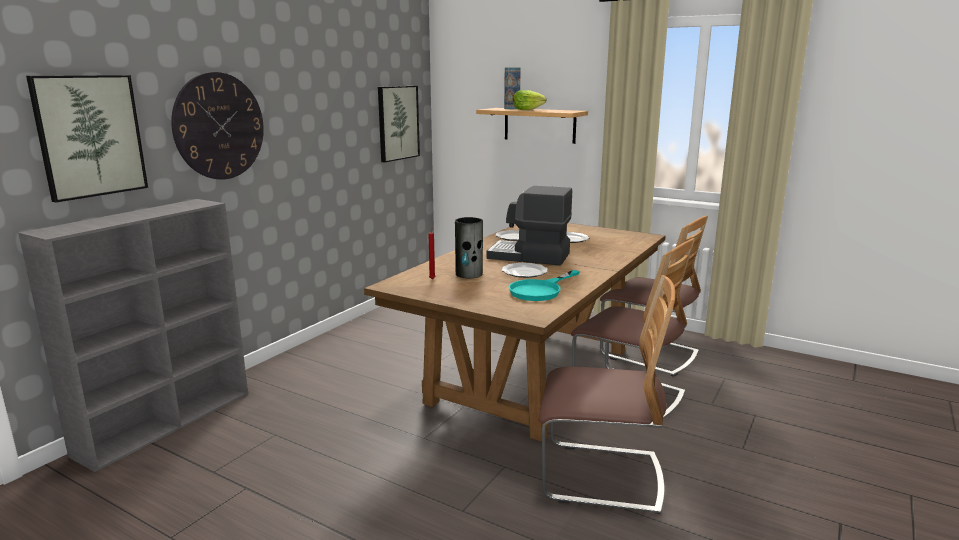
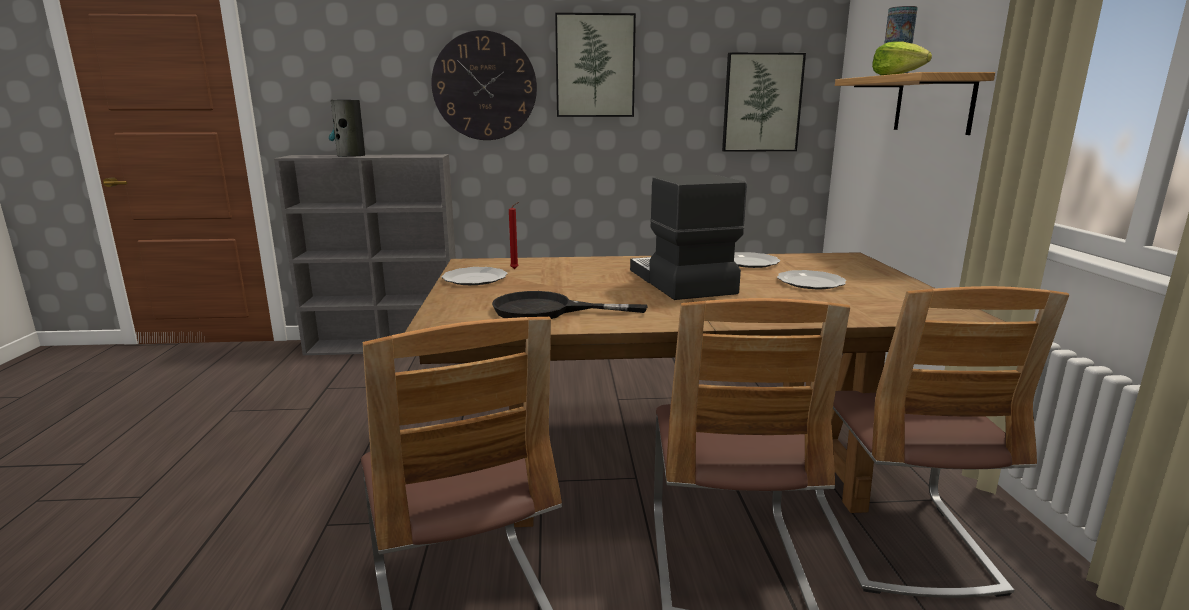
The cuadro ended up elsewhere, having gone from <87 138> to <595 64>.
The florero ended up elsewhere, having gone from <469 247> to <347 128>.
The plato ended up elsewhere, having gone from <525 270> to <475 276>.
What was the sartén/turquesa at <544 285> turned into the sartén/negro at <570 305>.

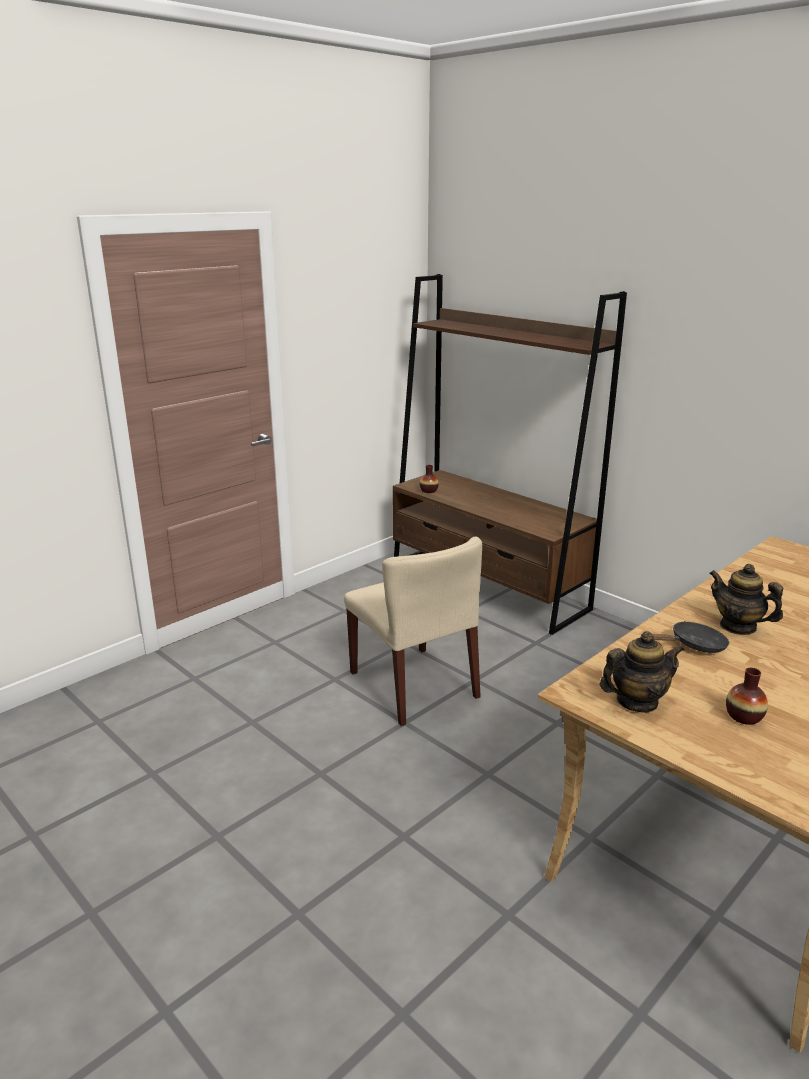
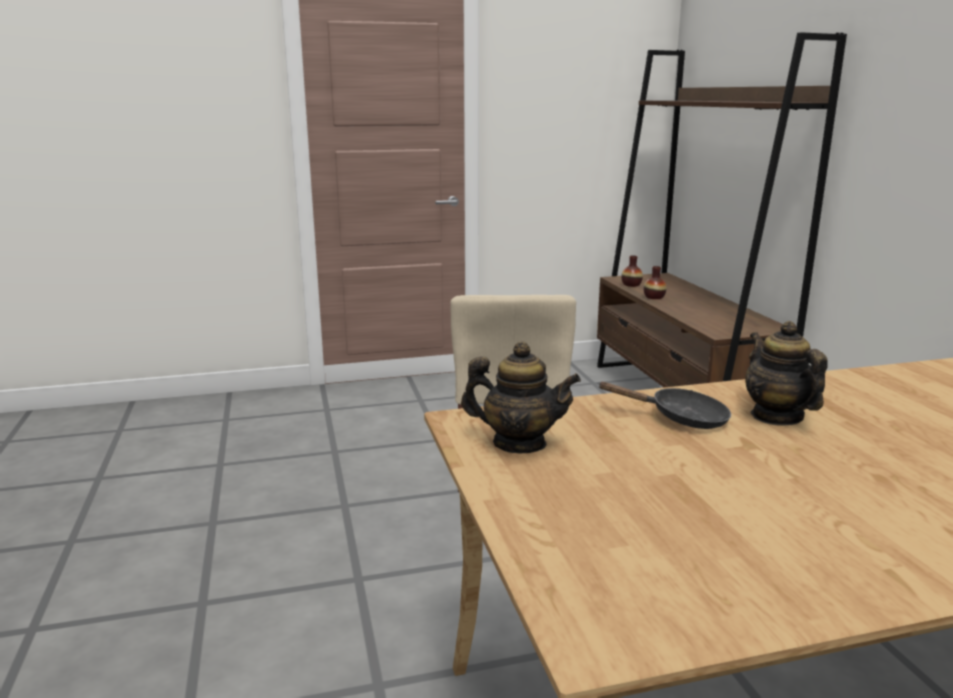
The florero ended up elsewhere, having gone from <747 696> to <655 282>.

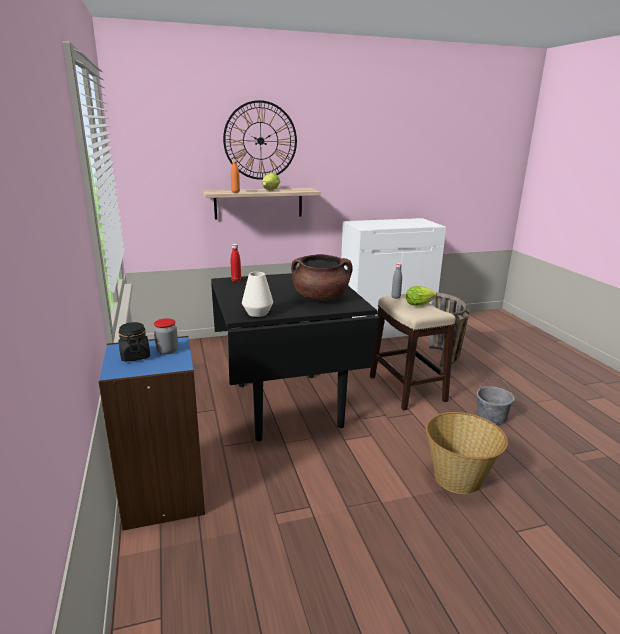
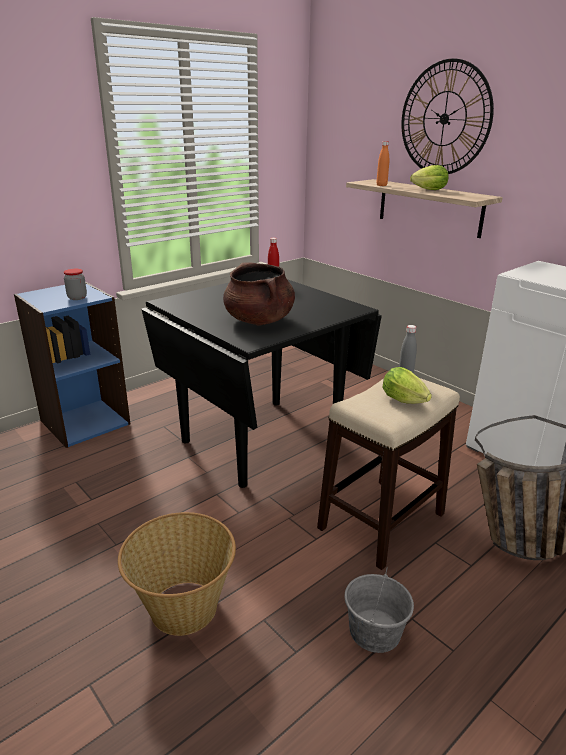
The second view lost the tarro/negro at <134 342>.
The second view lost the florero/blanco at <257 294>.

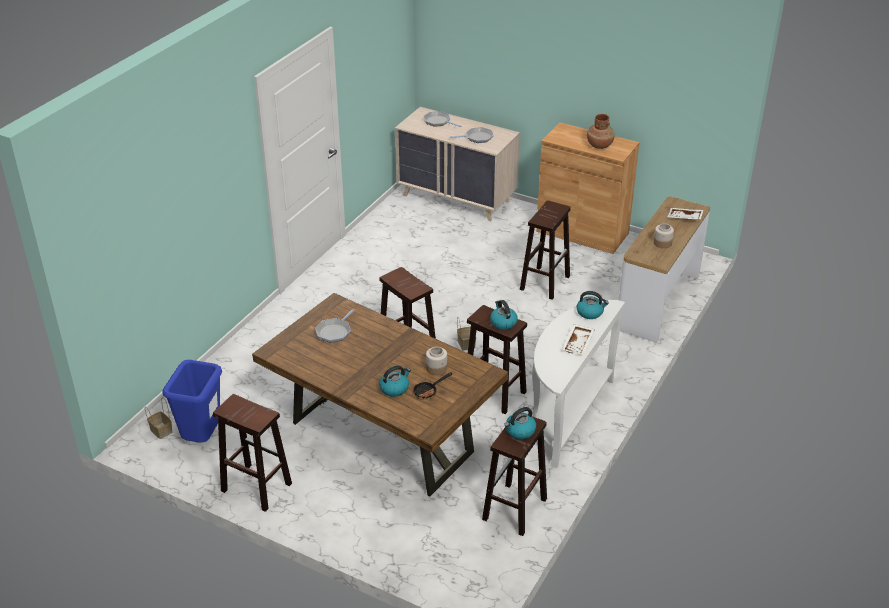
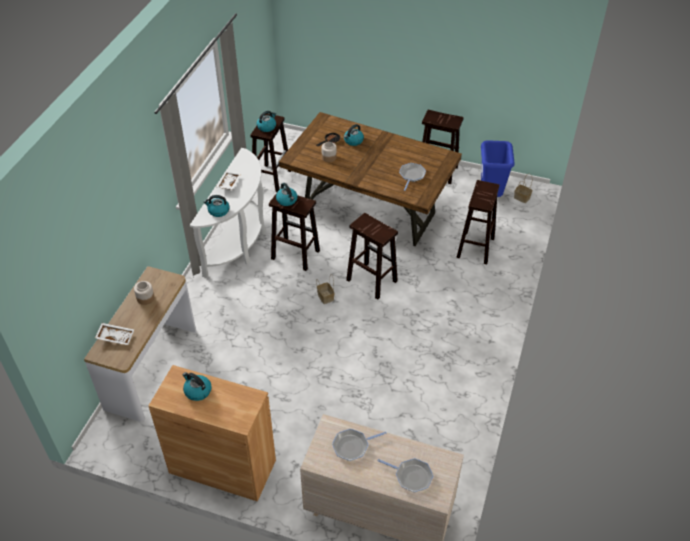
The taburete/marrón ended up elsewhere, having gone from <545 250> to <477 222>.
Where the florero/marrón stood at <601 131>, the hervidor came to stand at <197 386>.

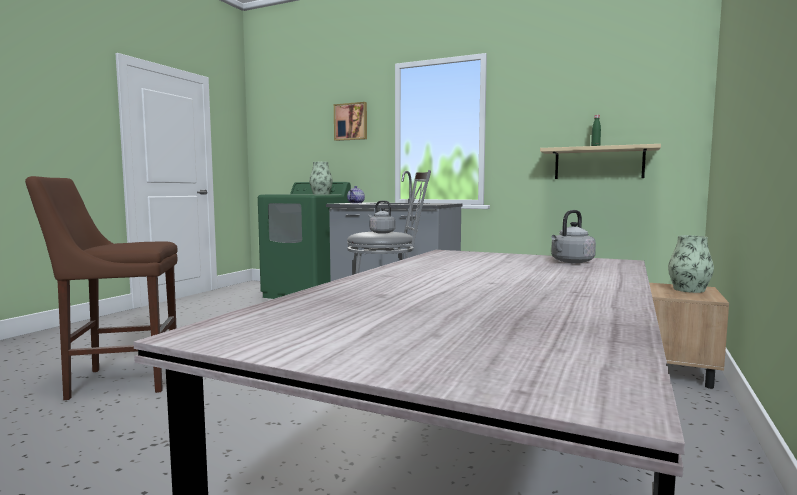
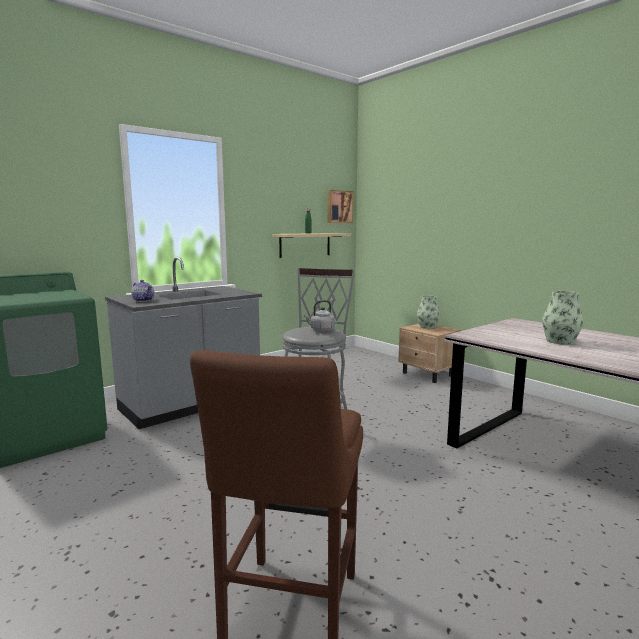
The second view lost the hervidor/gris at <573 236>.
The florero ended up elsewhere, having gone from <321 178> to <562 318>.
The cuadro ended up elsewhere, having gone from <350 121> to <340 206>.

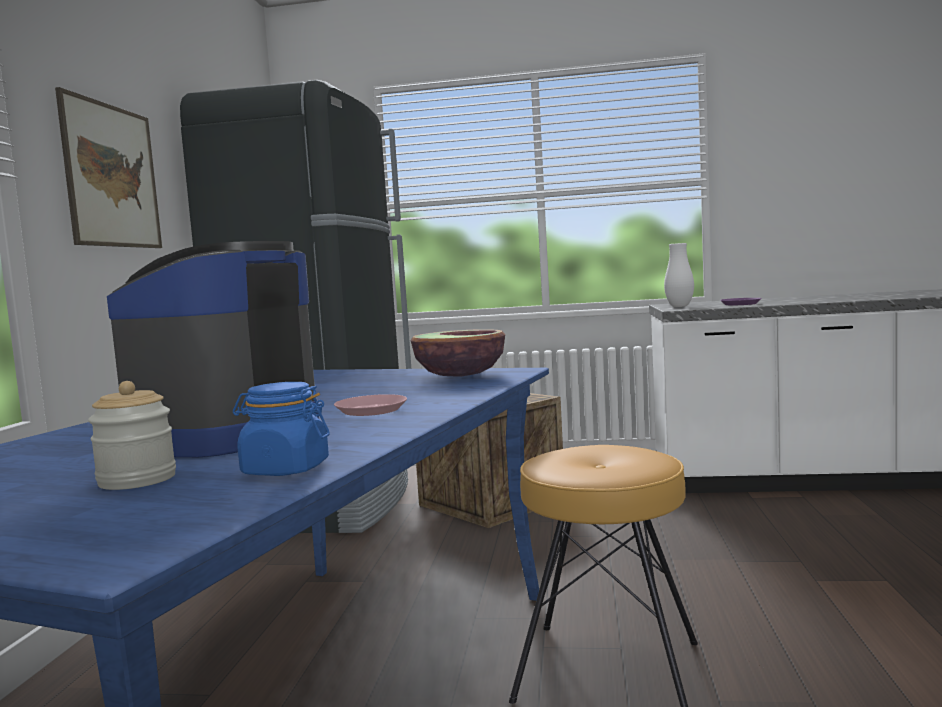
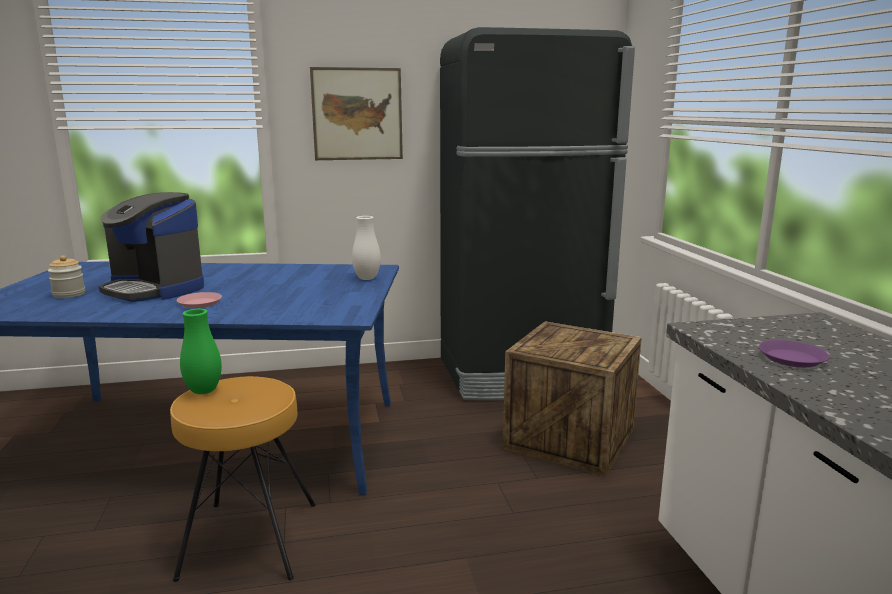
The second view lost the tarro/azul at <281 429>.
The second view lost the cuenco at <457 353>.
The second view gained the florero/verde at <201 351>.
The florero/blanco ended up elsewhere, having gone from <679 275> to <366 248>.
The cafetera at <213 349> ended up facing another way, 150 degrees counterclockwise from before.

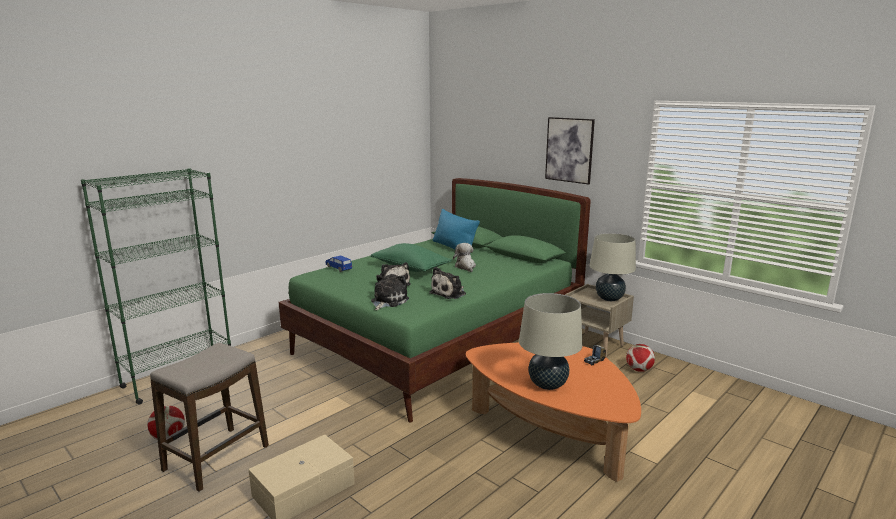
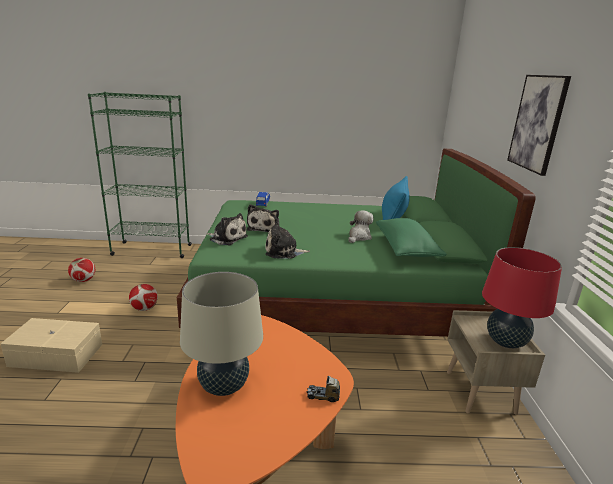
The second view lost the taburete at <209 417>.
The cojín/verde ended up elsewhere, having gone from <411 257> to <411 237>.
The balón de fútbol ended up elsewhere, having gone from <640 358> to <143 297>.
What was the lámpara de mesa/beis at <612 267> turned into the lámpara de mesa/rojo at <522 297>.
The peluche at <390 292> ended up facing another way, 45 degrees clockwise from before.

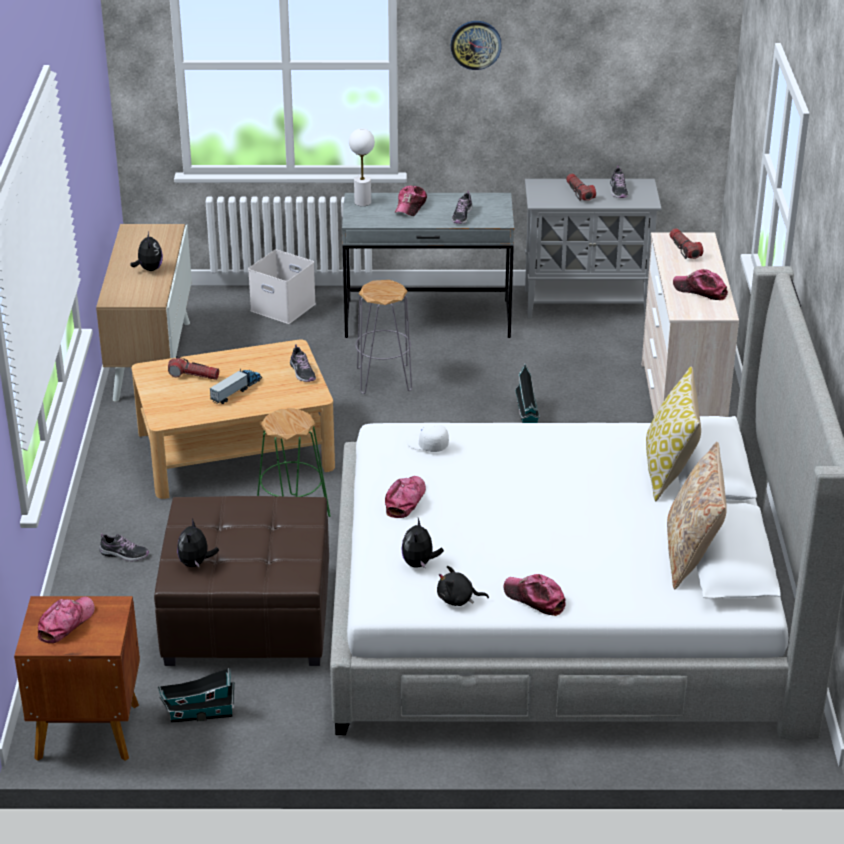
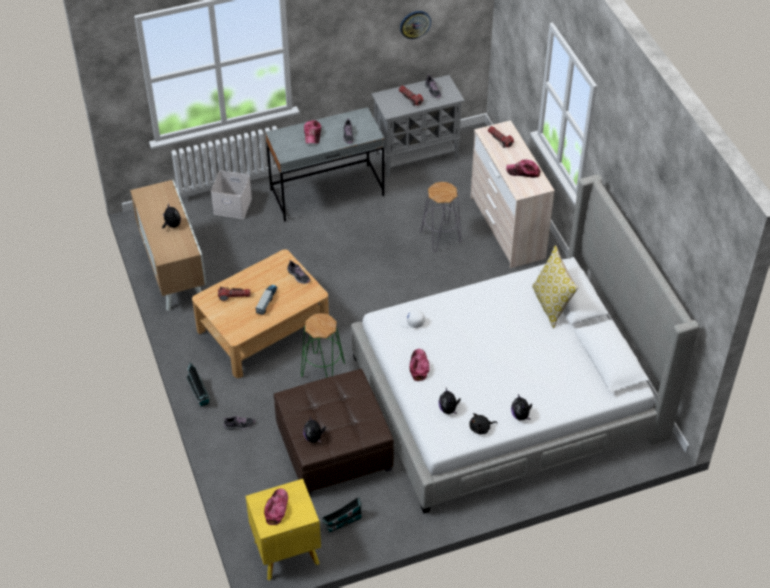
The second view lost the lámpara de mesa/blanco at <362 167>.
The second view lost the cojín/beis at <697 515>.
The taburete/gris ended up elsewhere, having gone from <384 337> to <441 217>.
The reloj de pared ended up elsewhere, having gone from <476 45> to <415 25>.
The casita ended up elsewhere, having gone from <527 393> to <198 385>.
Where the gorra stood at <534 595>, the peluche came to stand at <521 407>.
What was the mesita de noche/marrón at <77 678> turned into the mesita de noche/amarillo at <283 529>.

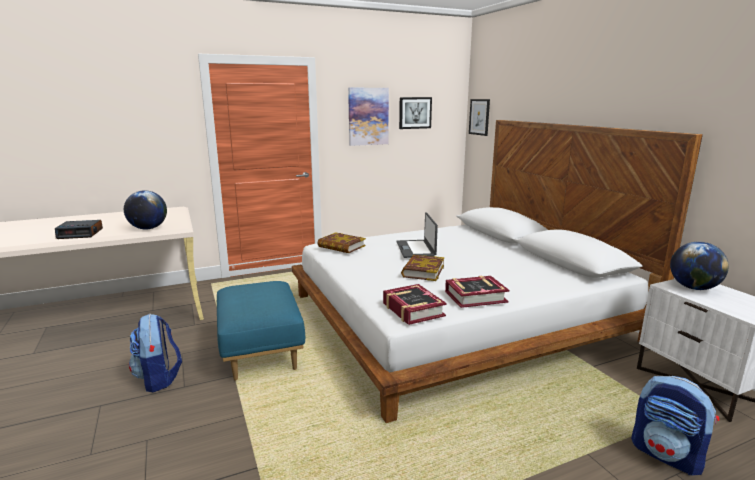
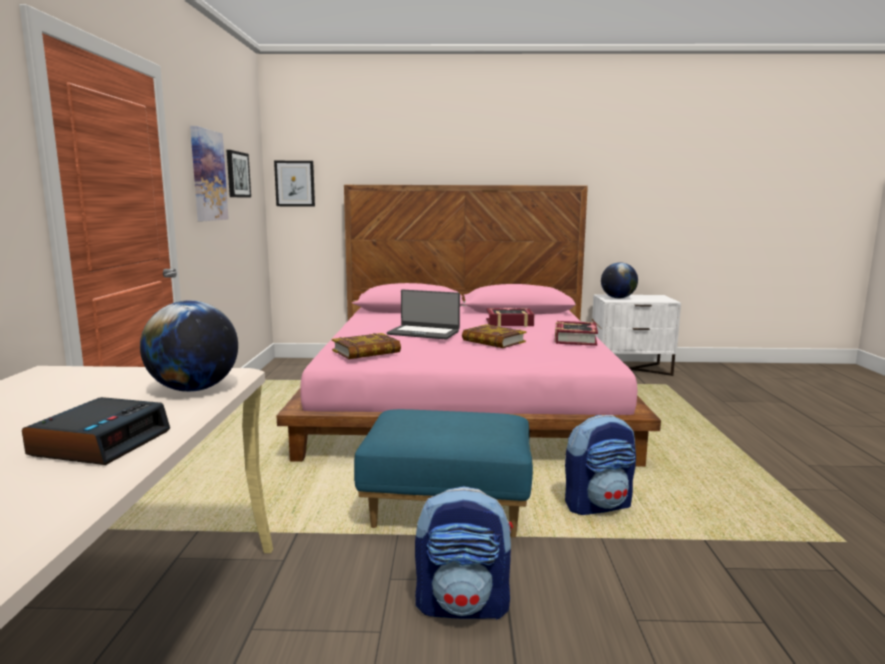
The libro ended up elsewhere, having gone from <414 304> to <510 317>.
The mochila ended up elsewhere, having gone from <675 425> to <600 465>.
What was the cama/blanco at <497 271> turned into the cama/rosa at <468 326>.

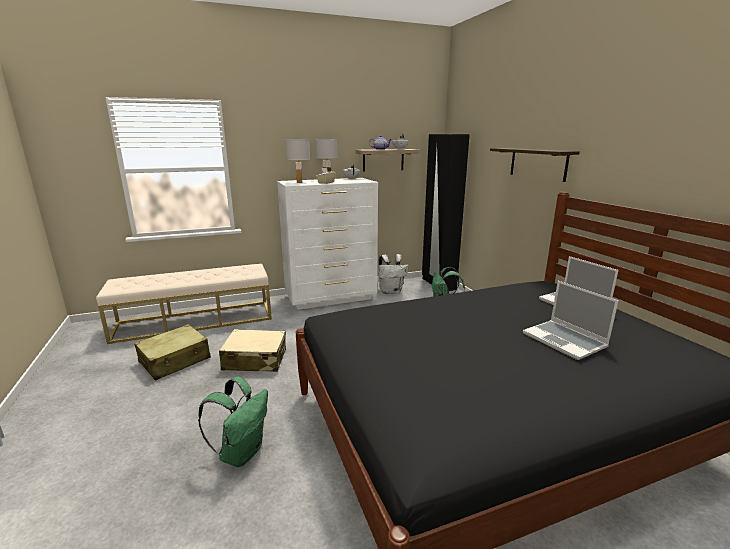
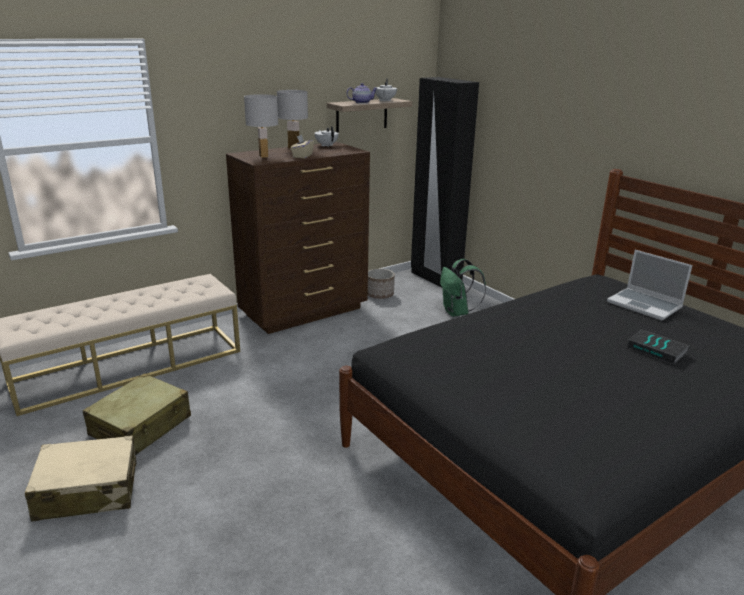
The second view lost the mochila/verde at <233 421>.
The second view lost the estante at <535 165>.
The maleta/beis ended up elsewhere, having gone from <252 350> to <80 478>.
Where the mochila/blanco stood at <393 274>, the maceta came to stand at <381 284>.
Where the portátil stood at <571 320>, the libro came to stand at <658 346>.
What was the cómoda/blanco at <327 244> turned into the cómoda/marrón at <298 238>.

